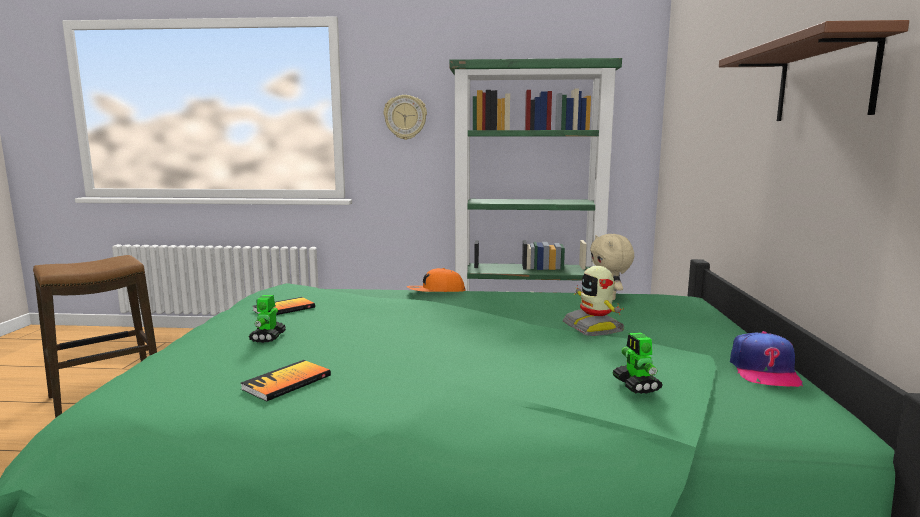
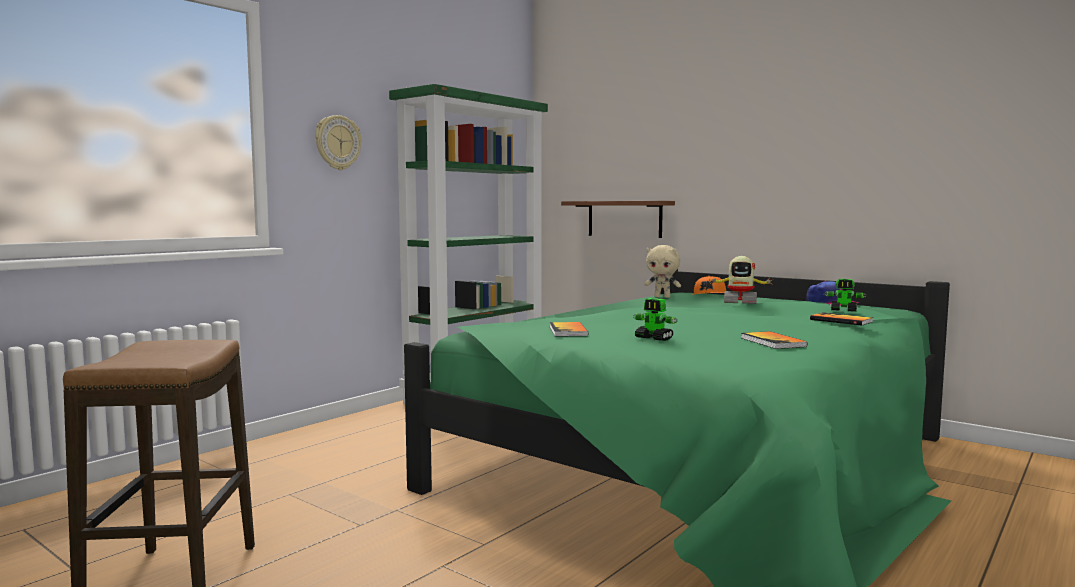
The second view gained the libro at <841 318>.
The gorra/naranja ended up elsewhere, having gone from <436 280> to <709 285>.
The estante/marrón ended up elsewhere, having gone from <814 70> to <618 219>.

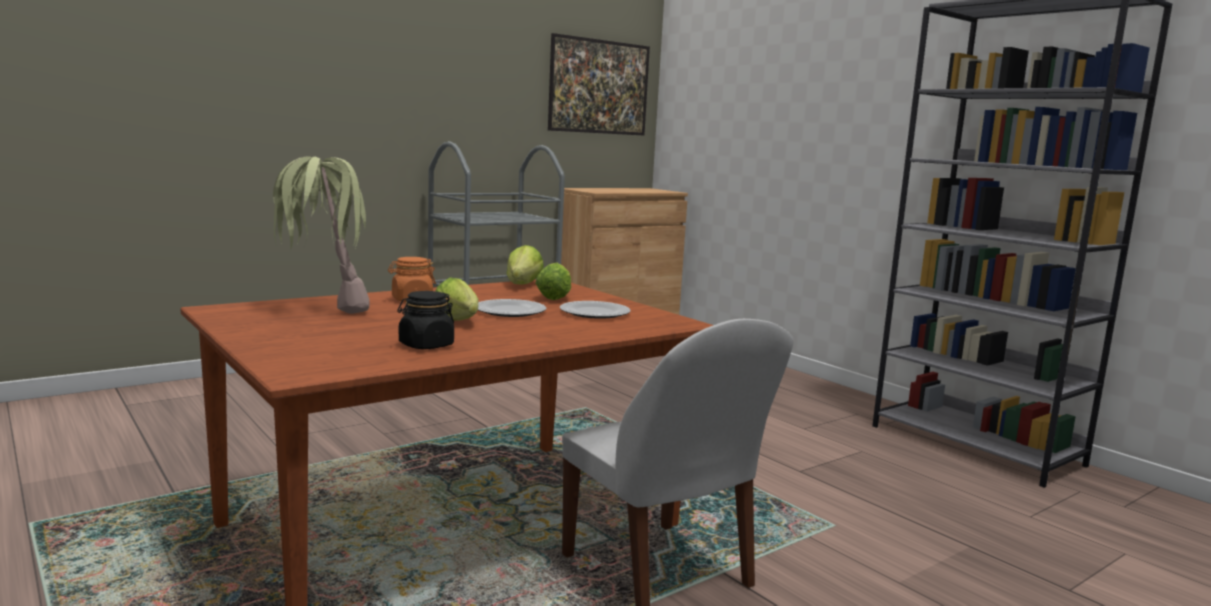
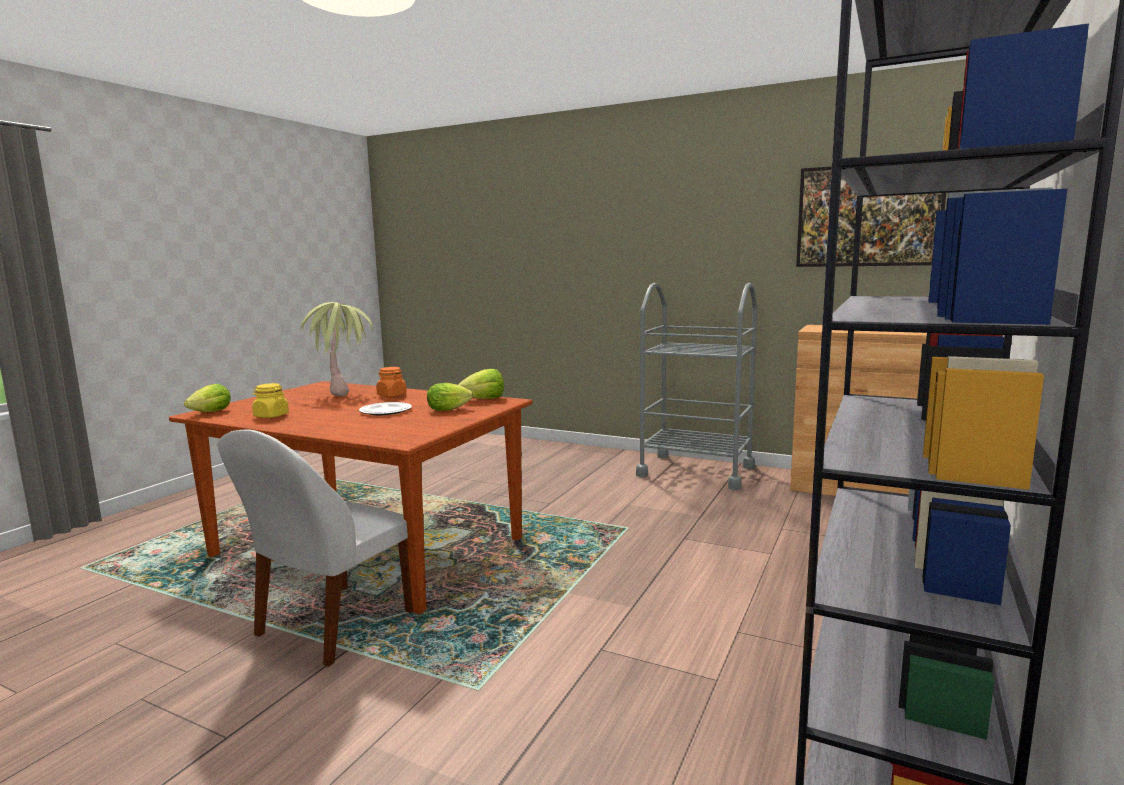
The second view lost the plato at <594 310>.
The lechuga ended up elsewhere, having gone from <457 299> to <207 398>.
What was the tarro/negro at <425 320> turned into the tarro/amarillo at <270 400>.

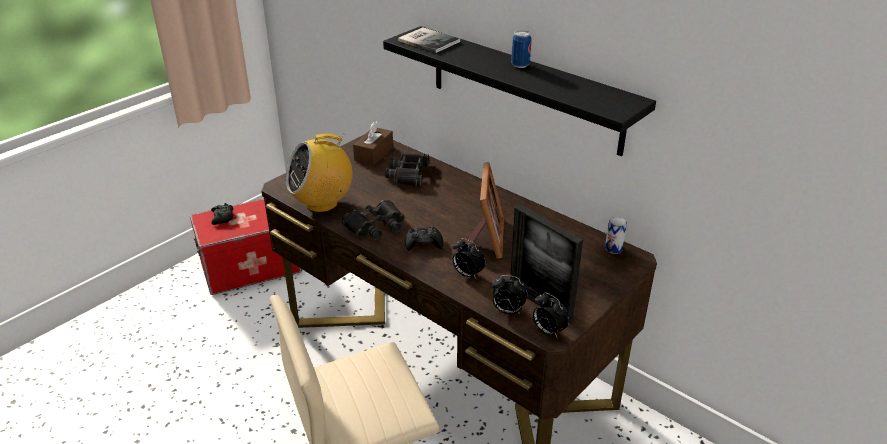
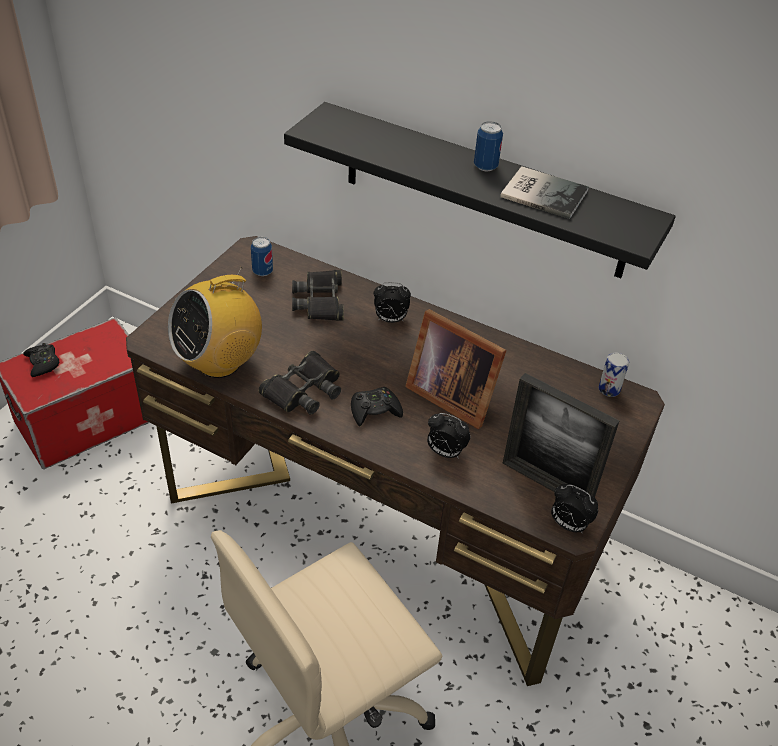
The libro ended up elsewhere, having gone from <429 40> to <544 192>.
The despertador ended up elsewhere, having gone from <509 294> to <392 302>.
Where the caja de pañuelos/marrón stood at <373 143>, the lata came to stand at <262 256>.
The portarretratos at <484 210> ended up facing another way, 135 degrees clockwise from before.

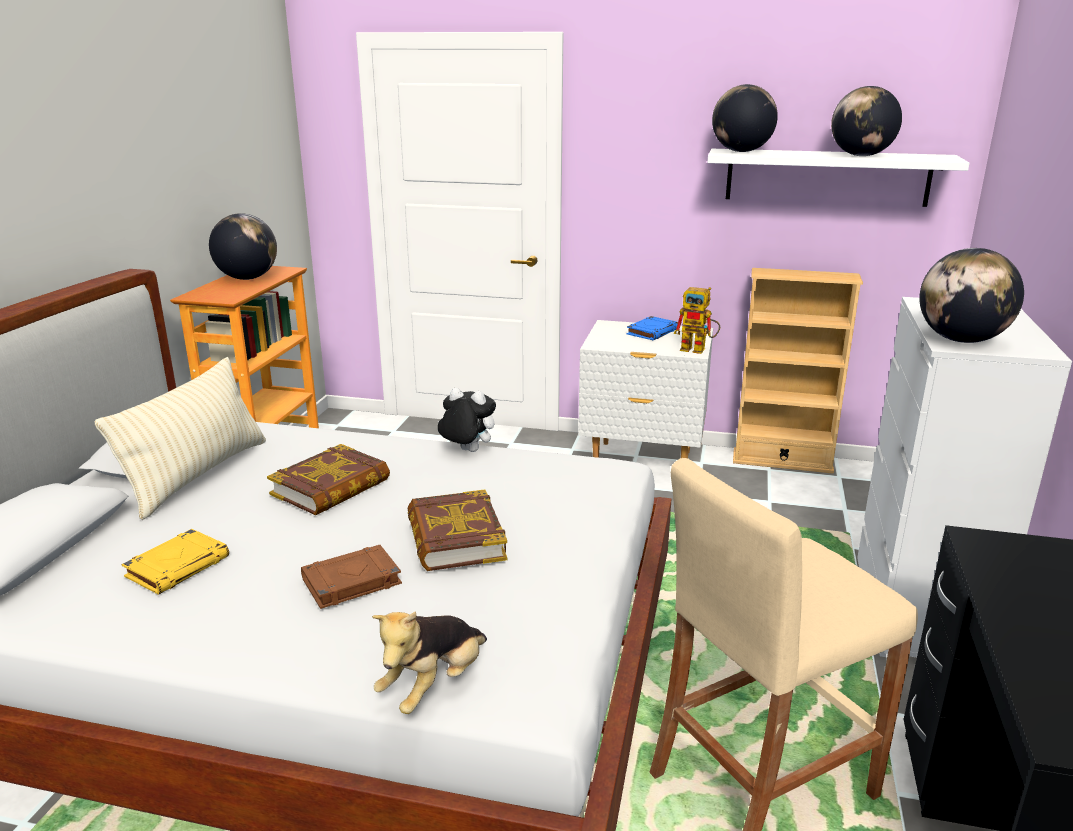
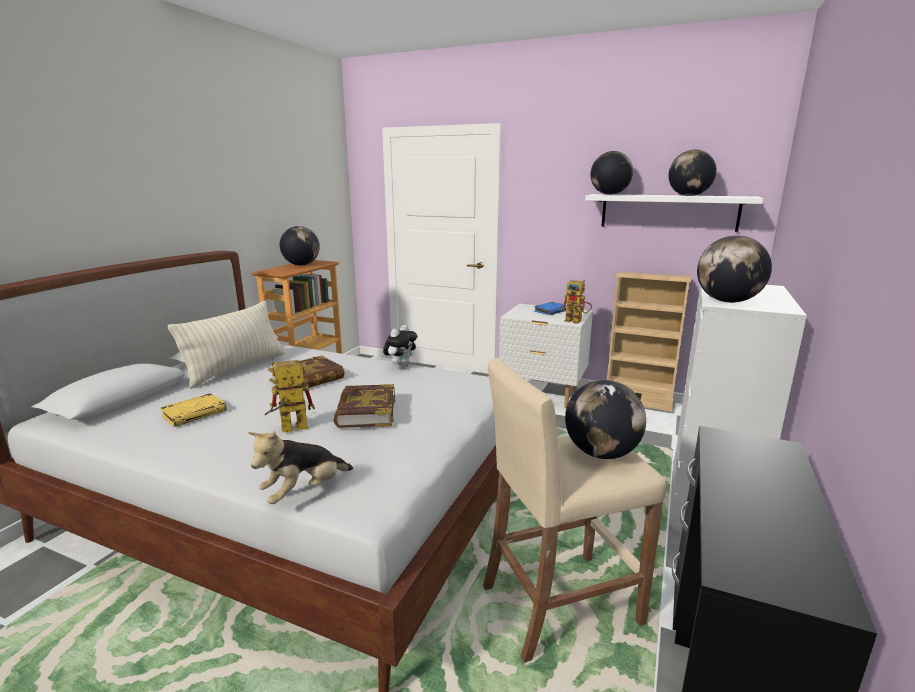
The second view gained the globo terráqueo at <605 419>.
Where the libro/marrón stood at <351 577>, the robot de juguete came to stand at <289 396>.
The peluche at <467 420> ended up facing another way, 90 degrees clockwise from before.

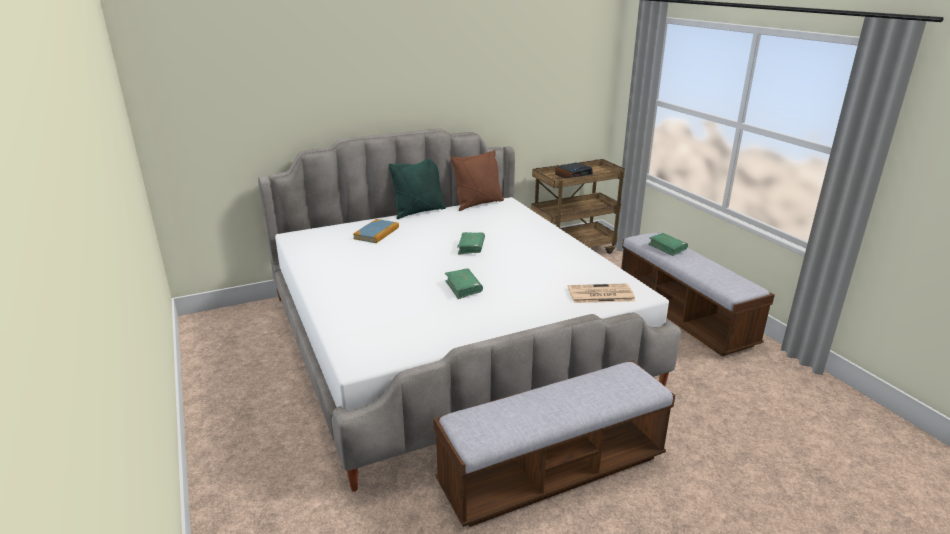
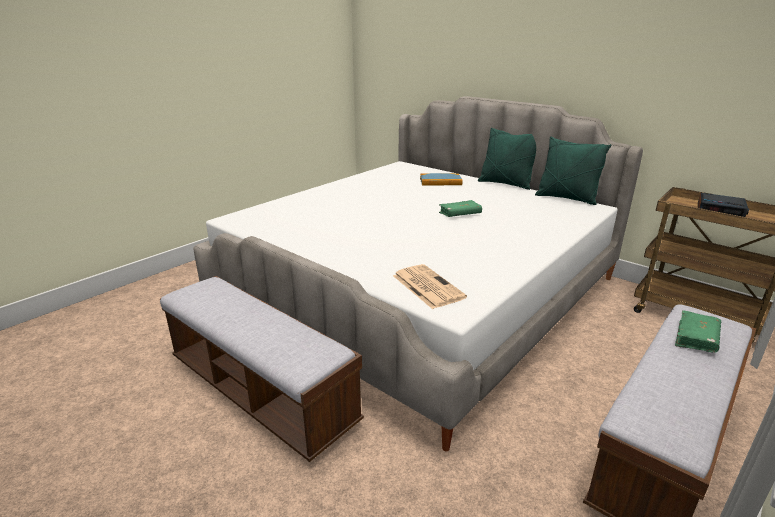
The second view lost the libro/verde at <464 283>.
What was the cojín/marrón at <477 180> turned into the cojín/verde at <573 170>.

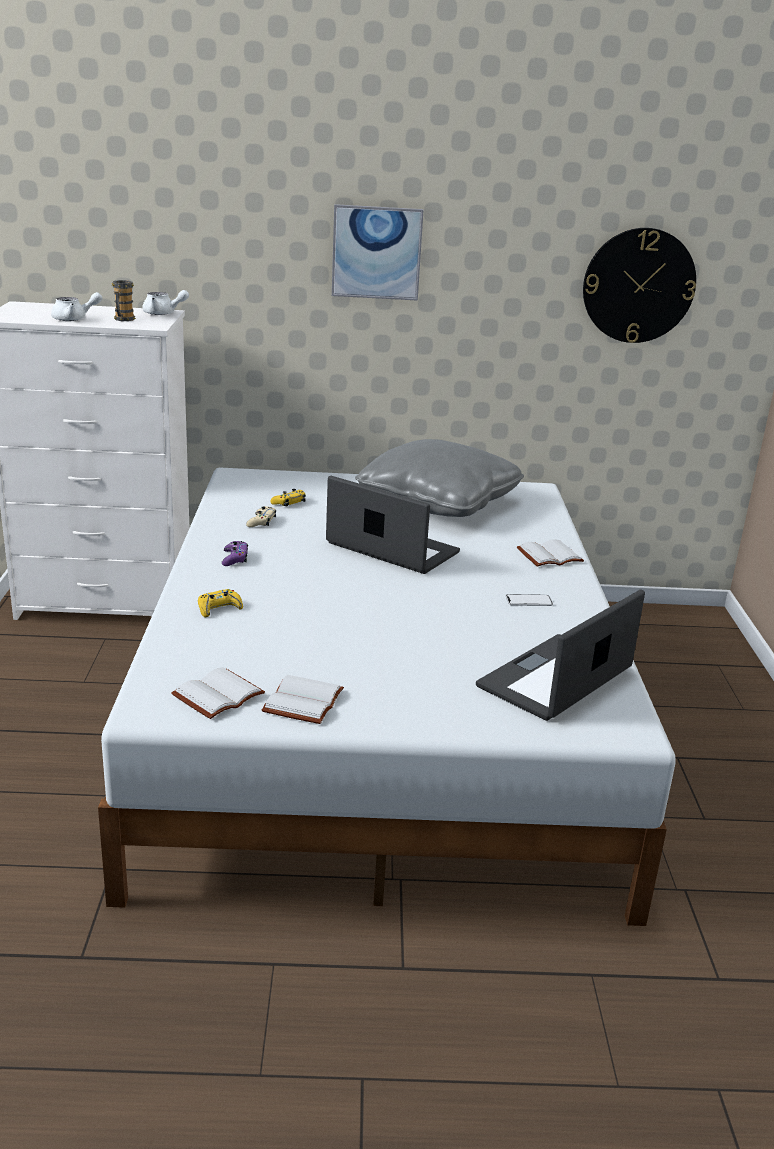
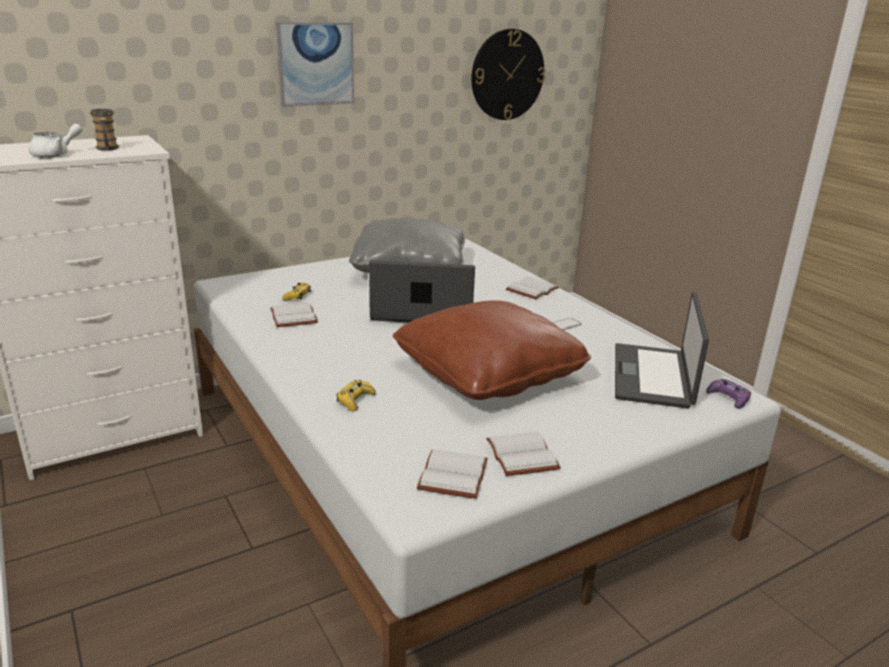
The second view lost the tetera/blanco at <165 302>.
The second view gained the cojín/marrón at <492 350>.
The mando de consola/morado ended up elsewhere, having gone from <235 553> to <728 394>.
Where the mando de consola/beis stood at <261 516>, the libro/blanco came to stand at <294 315>.

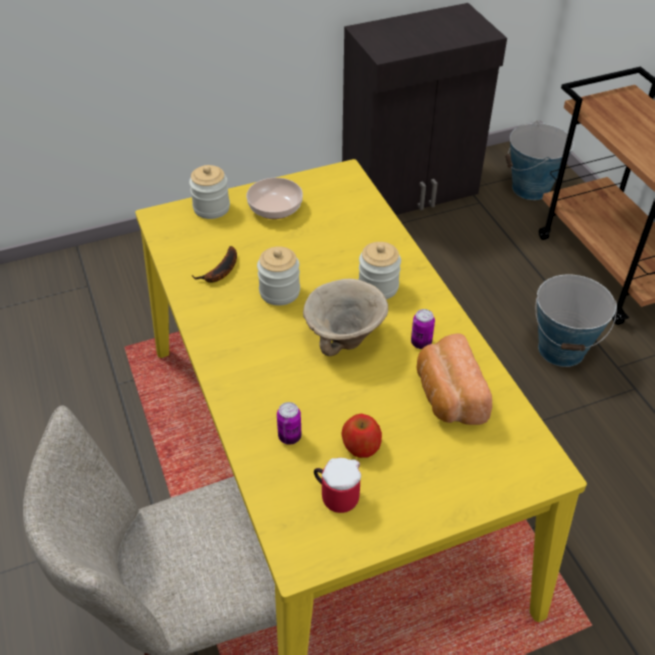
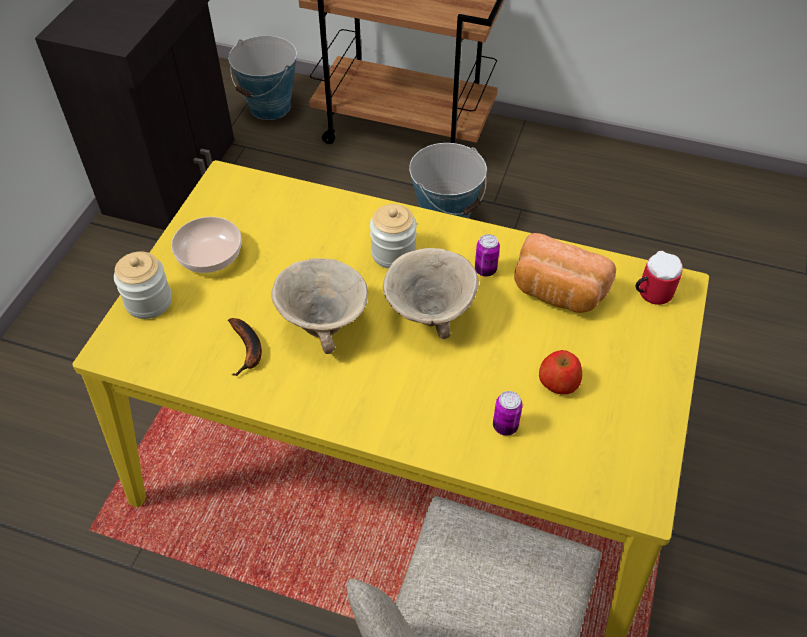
The taza grande ended up elsewhere, having gone from <337 485> to <659 278>.
Where the tarro stood at <278 276>, the cuenco/beis came to stand at <319 306>.

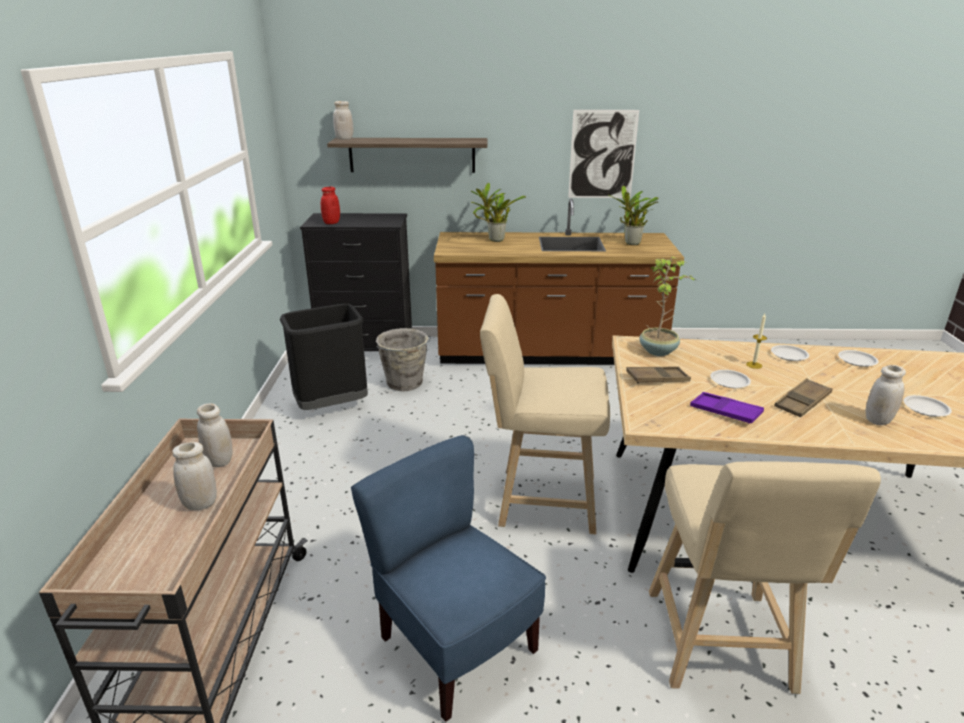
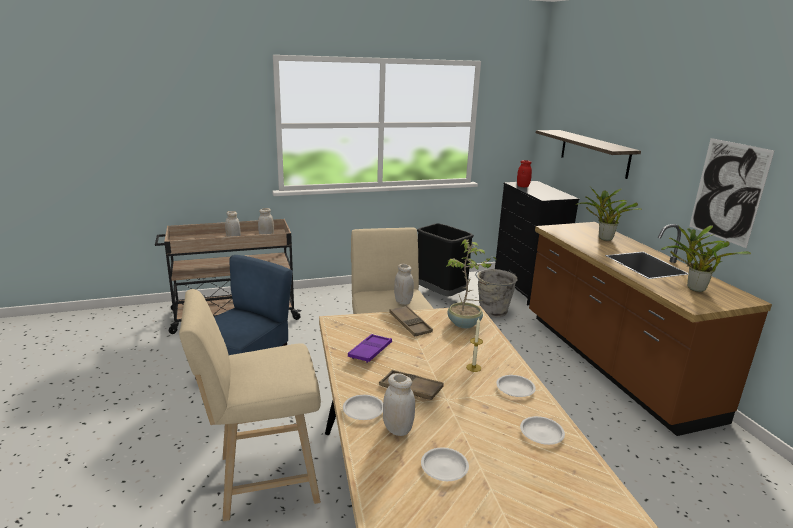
The tarro/blanco ended up elsewhere, having gone from <343 120> to <404 284>.
The plato/blanco ended up elsewhere, having gone from <730 379> to <363 407>.

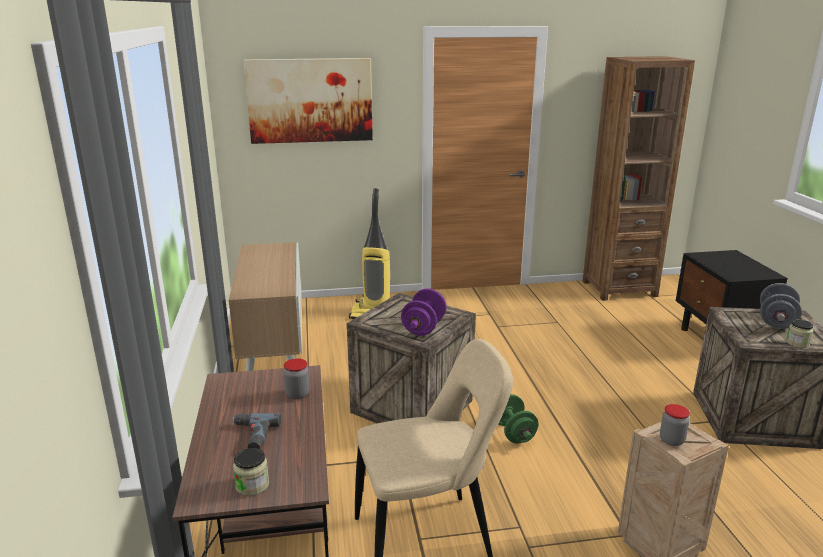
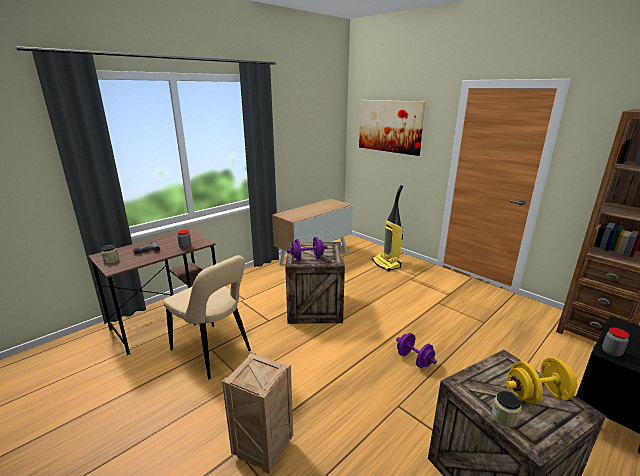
The second view lost the mancuerna/verde at <518 418>.
The second view gained the mancuerna/morado at <416 350>.
The tarro ended up elsewhere, having gone from <675 425> to <616 342>.
What was the mancuerna/gris at <781 306> turned into the mancuerna/amarillo at <541 381>.

